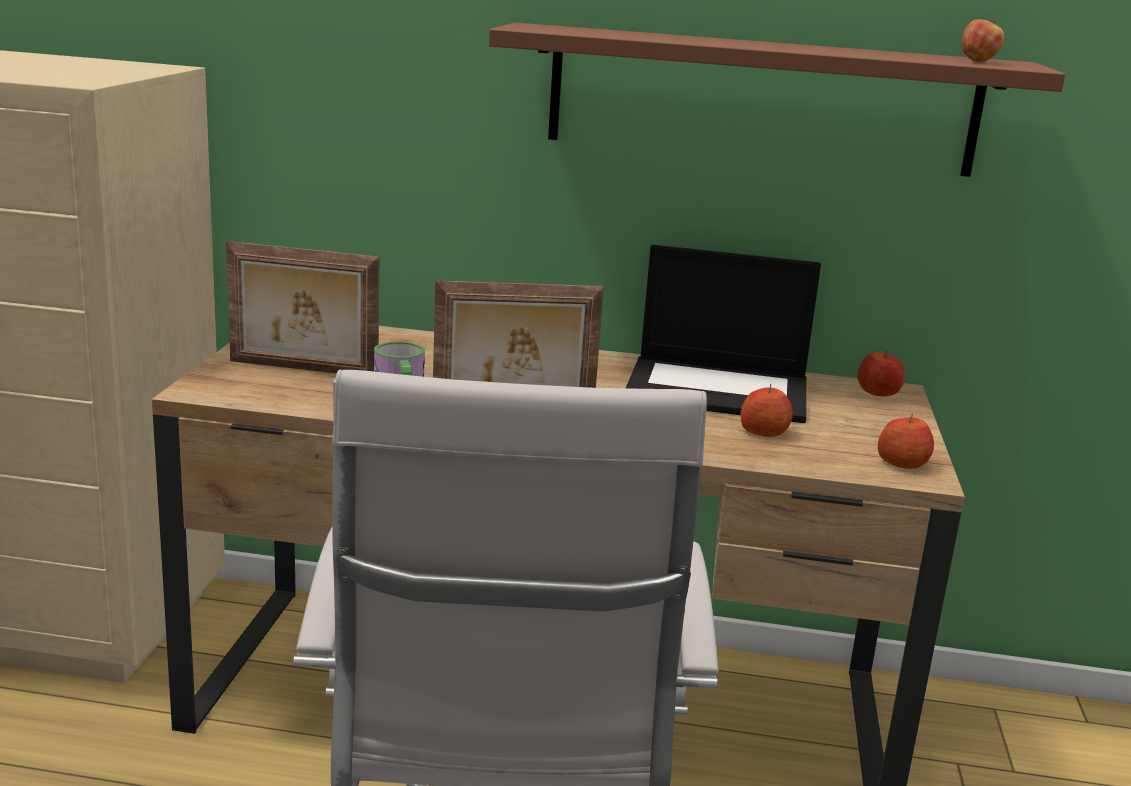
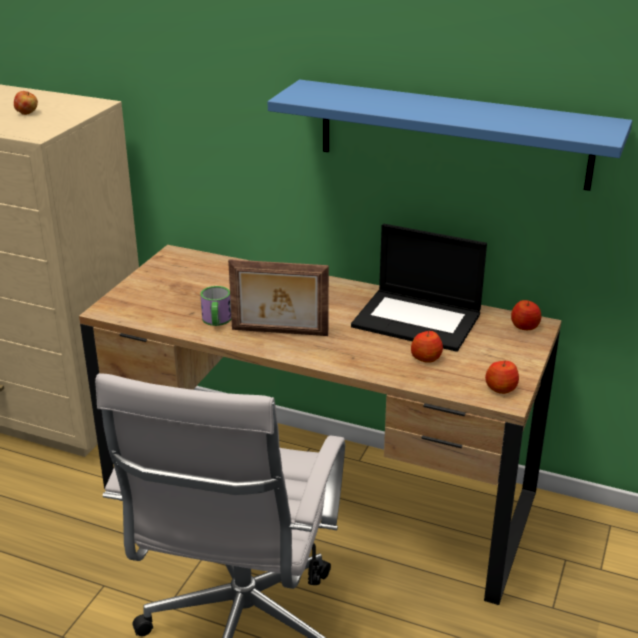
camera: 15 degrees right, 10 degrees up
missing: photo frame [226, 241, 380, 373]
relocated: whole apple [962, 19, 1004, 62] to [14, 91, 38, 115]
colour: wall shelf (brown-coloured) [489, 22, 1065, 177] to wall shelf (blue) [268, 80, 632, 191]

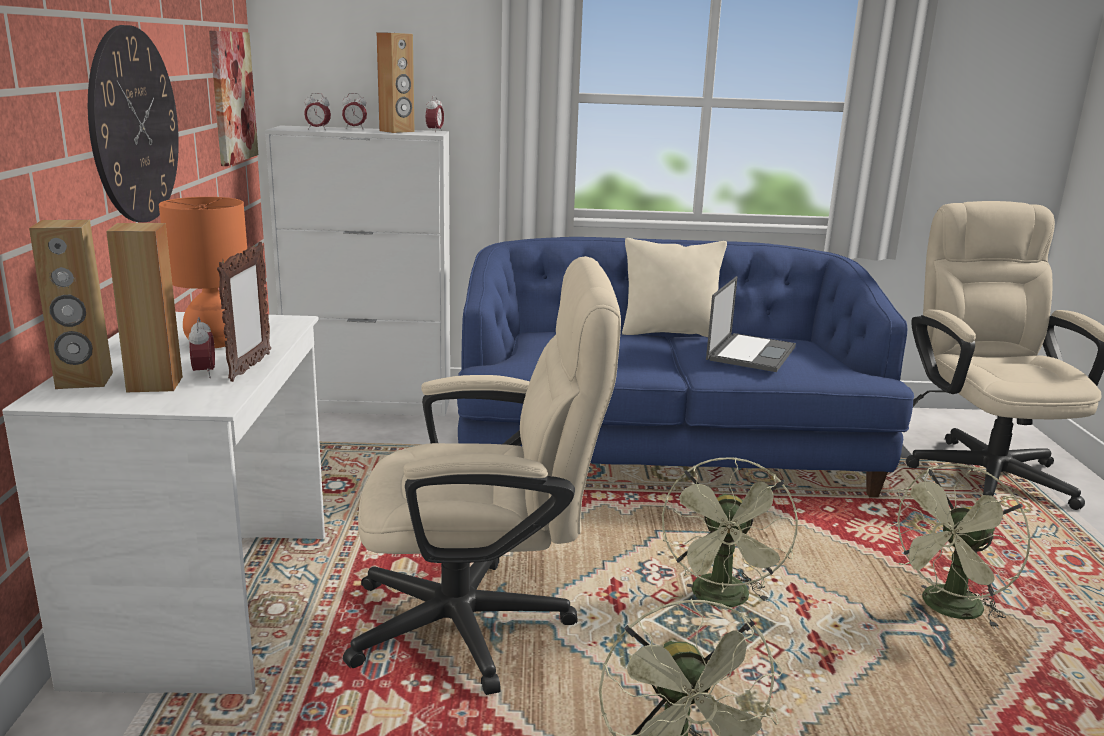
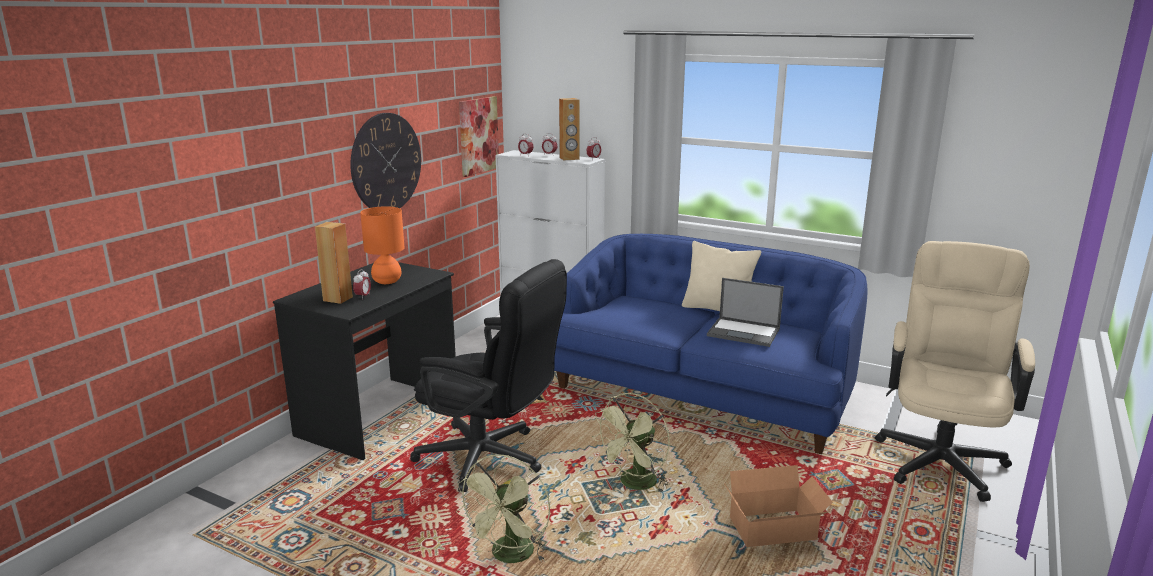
camera: 30 degrees right, 0 degrees up
missing: speaker (brown-coloured) [29, 220, 113, 389]; photo frame [217, 242, 271, 382]
exchanged: cooling fan (green-coloured) [887, 464, 1031, 629] to cardboard box [725, 465, 833, 547]
colour: desk unit (white-coloured) [2, 312, 325, 694] to desk unit (black-coloured) [273, 262, 456, 460]; computer chair (beige-coloured) [343, 256, 621, 695] to computer chair (black-coloured) [410, 259, 567, 492]
spun: laptop [706, 276, 796, 372] = [707, 278, 784, 347] 60 degrees clockwise

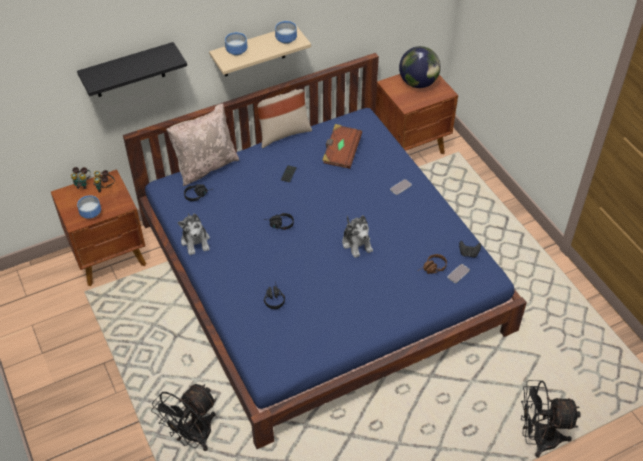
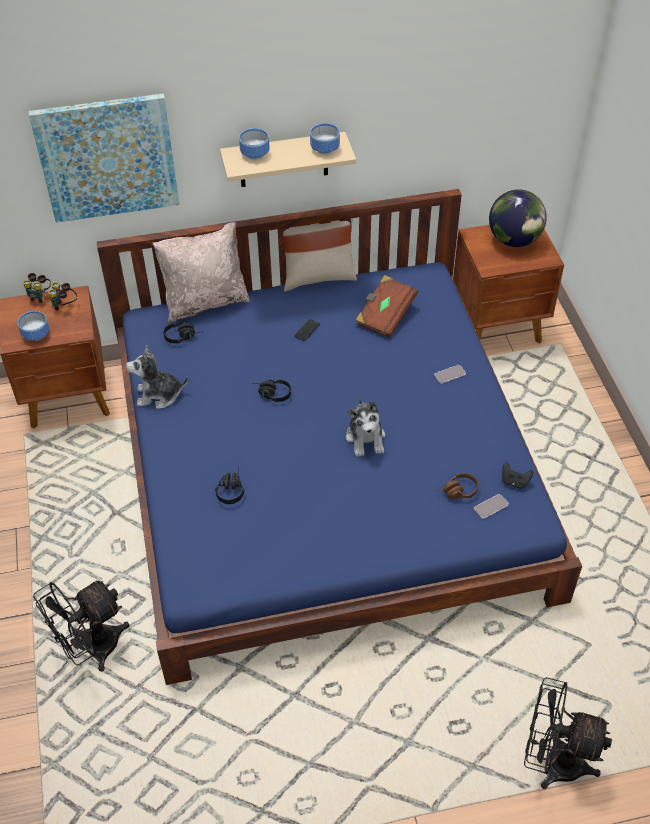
camera: 15 degrees right, 0 degrees up
exchanged: wall shelf (black-coloured) [77, 42, 187, 97] to wall picture [29, 94, 179, 223]
spun: cuddly toy [178, 213, 210, 255] = [126, 345, 188, 409] 90 degrees clockwise

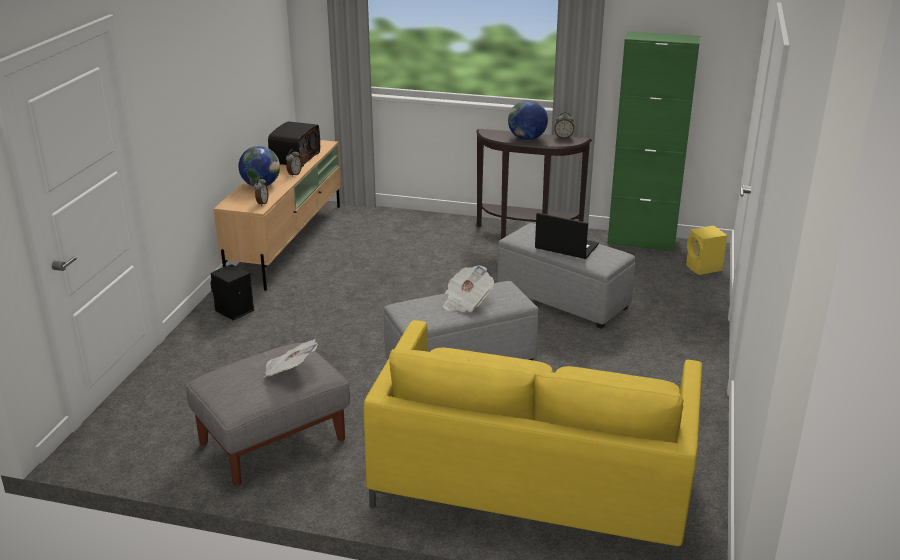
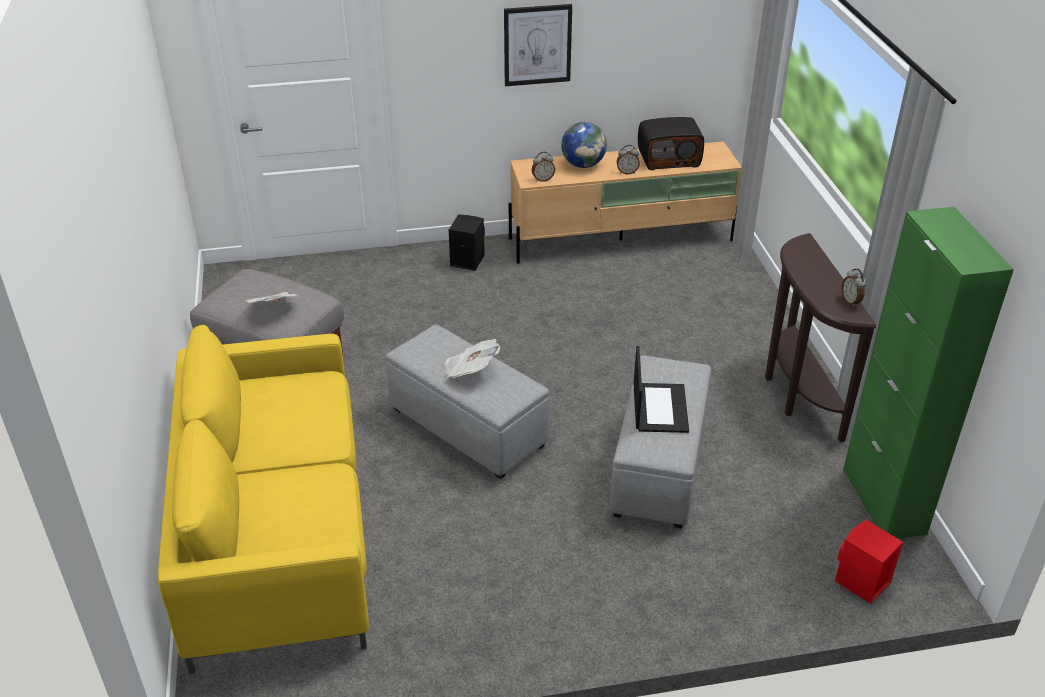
camera: 65 degrees right, 10 degrees up
missing: globe [508, 100, 548, 140]
appeared: wall picture [504, 4, 572, 86]
colour: speaker (yellow-coloured) [686, 226, 727, 275] to speaker (reddish) [835, 520, 903, 604]

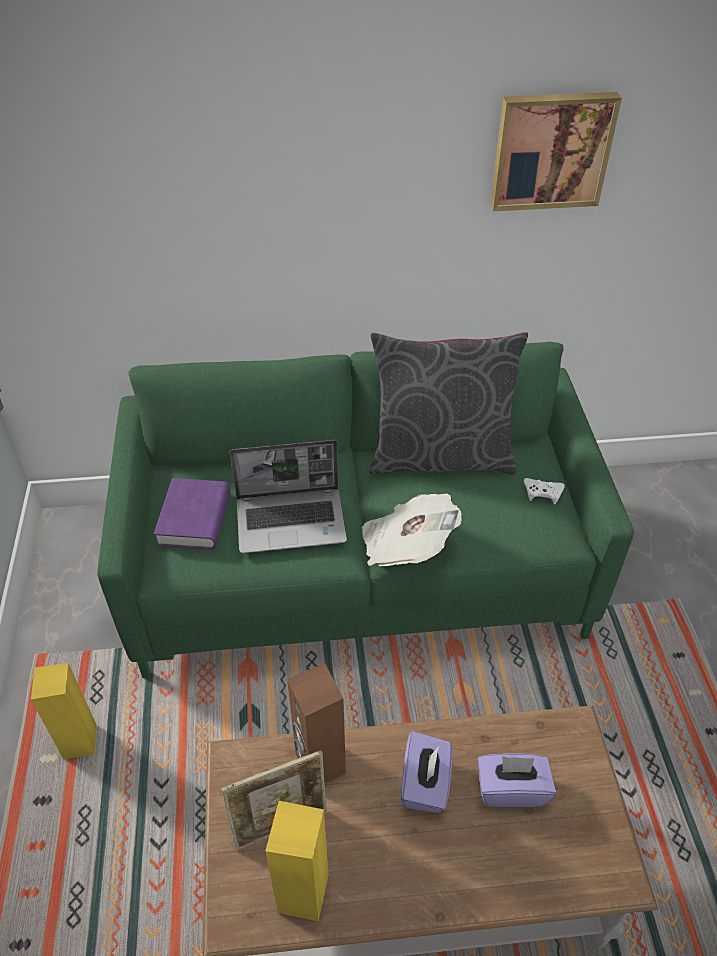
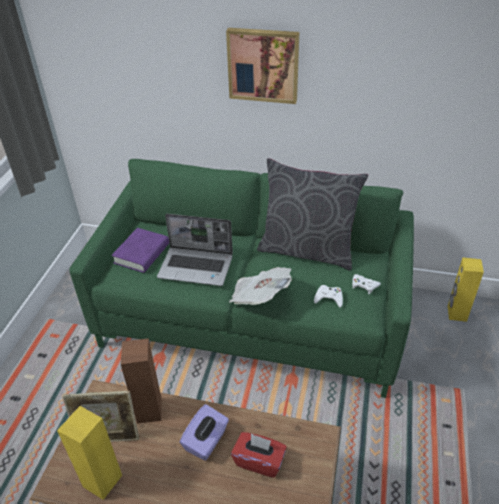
camera: 20 degrees right, 5 degrees down
appeared: joypad (white-coloured) [314, 285, 343, 308]
relocated: wall picture [490, 92, 622, 211] to [226, 28, 299, 104]; speaker (yellow-coloured) [31, 663, 96, 759] to [448, 257, 484, 322]
colour: tissue holder (purple-coloured) [477, 753, 556, 807] to tissue holder (reddish) [231, 432, 287, 478]

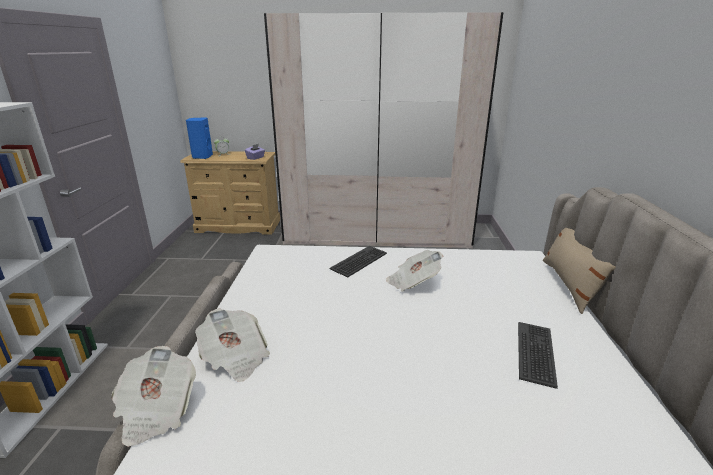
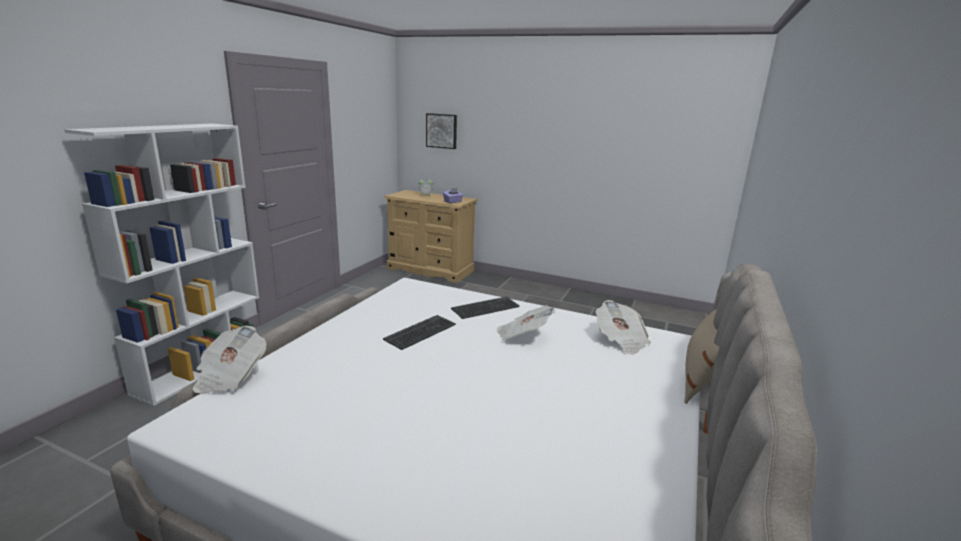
camera: 20 degrees right, 5 degrees down
missing: speaker (blue) [186, 118, 213, 159]; clothes cupboard (beige-coloured) [264, 12, 504, 249]
appeared: wall picture [426, 113, 457, 149]
relocated: PC keyboard [518, 322, 558, 389] to [383, 315, 456, 350]; printed paper [195, 308, 270, 382] to [596, 300, 651, 355]

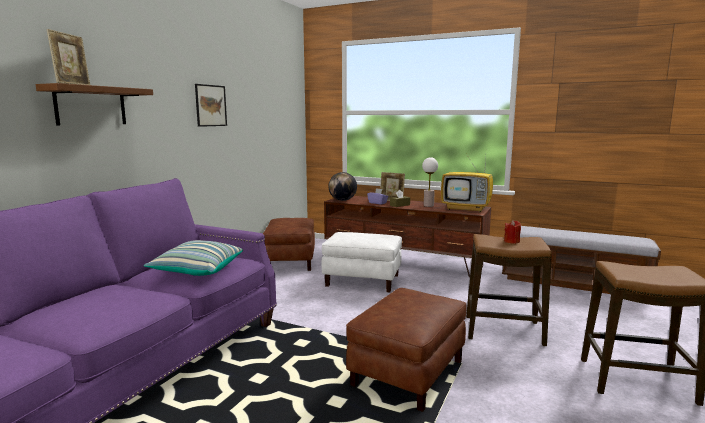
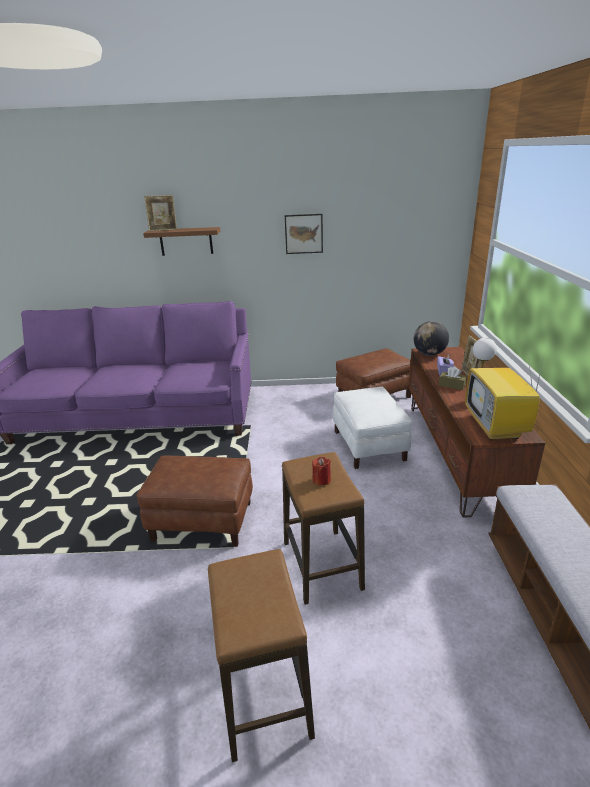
camera: 65 degrees right, 15 degrees up
missing: throw pillow [144, 240, 243, 276]

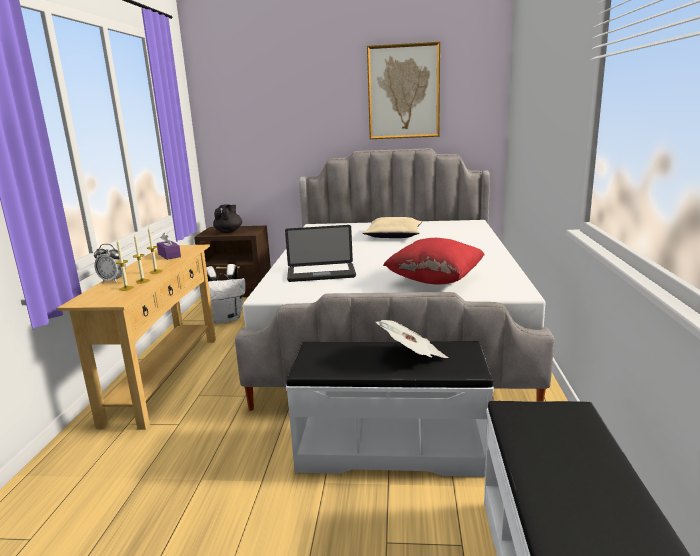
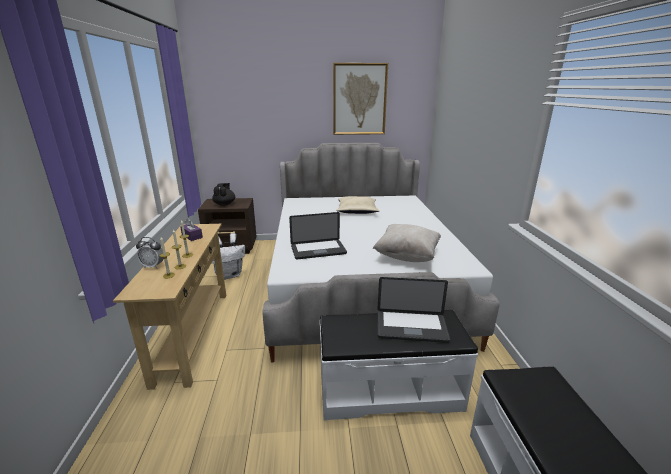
camera: 10 degrees left, 5 degrees up
exchanged: printed paper [376, 320, 448, 358] to laptop [378, 277, 450, 343]
colour: throw pillow (reddish) [383, 238, 485, 284] to throw pillow (beige-coloured) [372, 224, 441, 262]

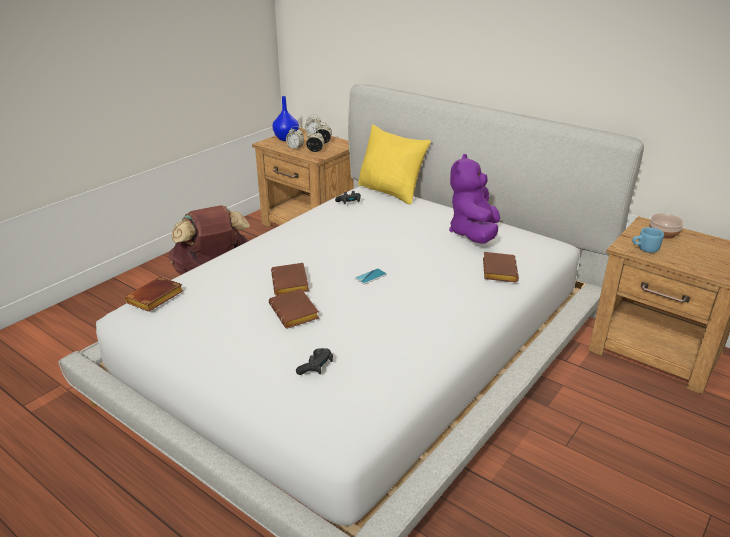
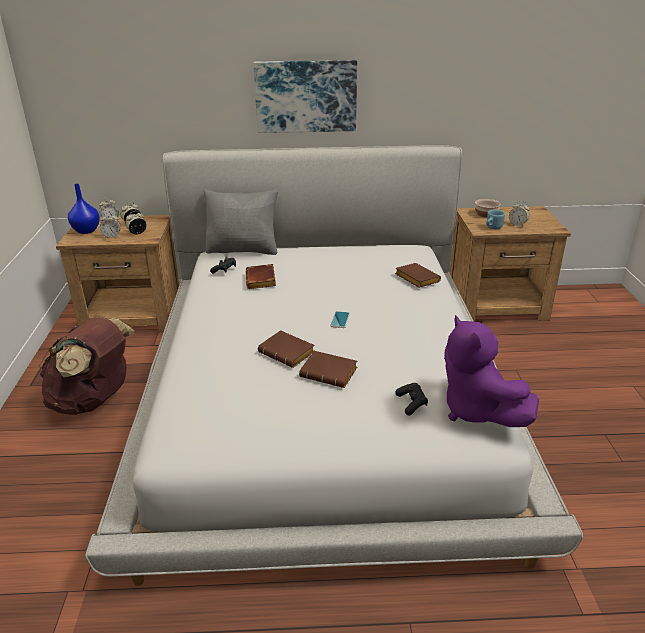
camera: 40 degrees left, 0 degrees up
appeared: wall picture [253, 60, 357, 133]; table clock [509, 201, 530, 226]
relocated: volume (brown-coloured) [124, 277, 184, 312] to [246, 264, 276, 289]; cuddly toy (purple-coloured) [449, 154, 500, 244] to [444, 315, 539, 427]
colour: throw pillow (yellow-coloured) [358, 125, 431, 204] to throw pillow (gray) [203, 189, 278, 255]

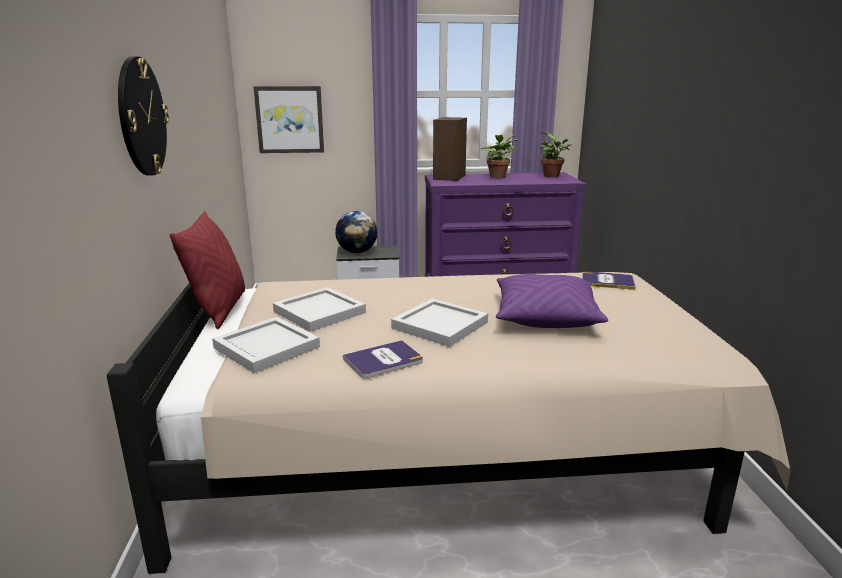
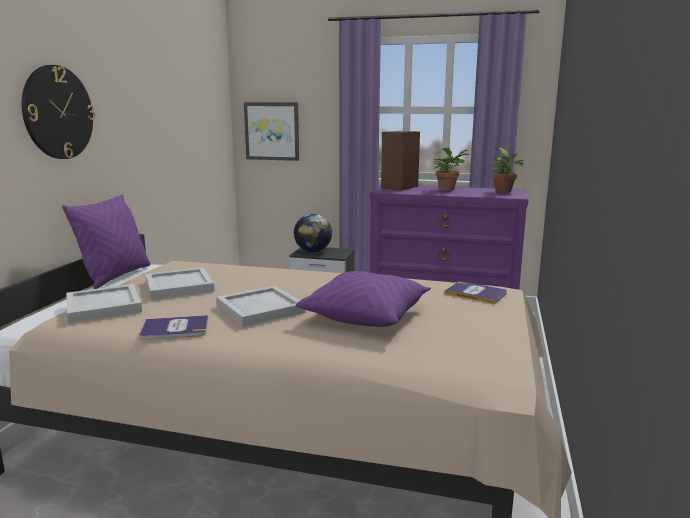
camera: 20 degrees right, 5 degrees down
colour: throw pillow (reddish) [170, 211, 245, 329] to throw pillow (purple-coloured) [62, 194, 151, 289]

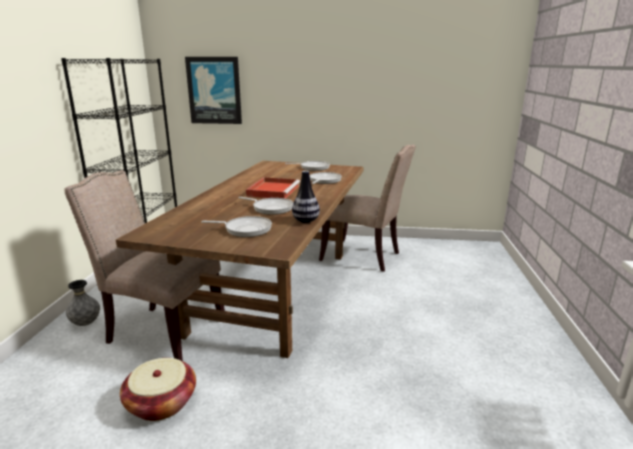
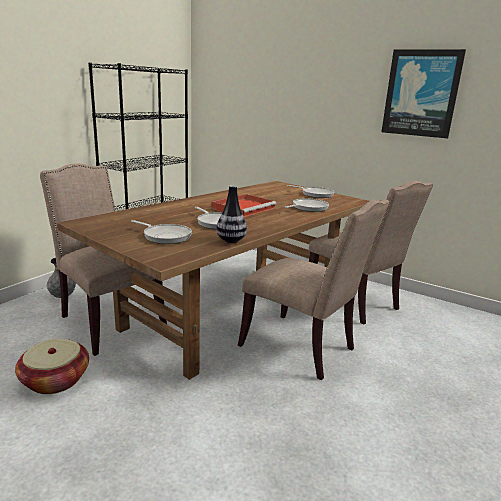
camera: 25 degrees right, 0 degrees up
appeared: chair (beige-coloured) [238, 199, 390, 380]
relocated: wall picture [185, 57, 242, 124] to [382, 49, 466, 138]

